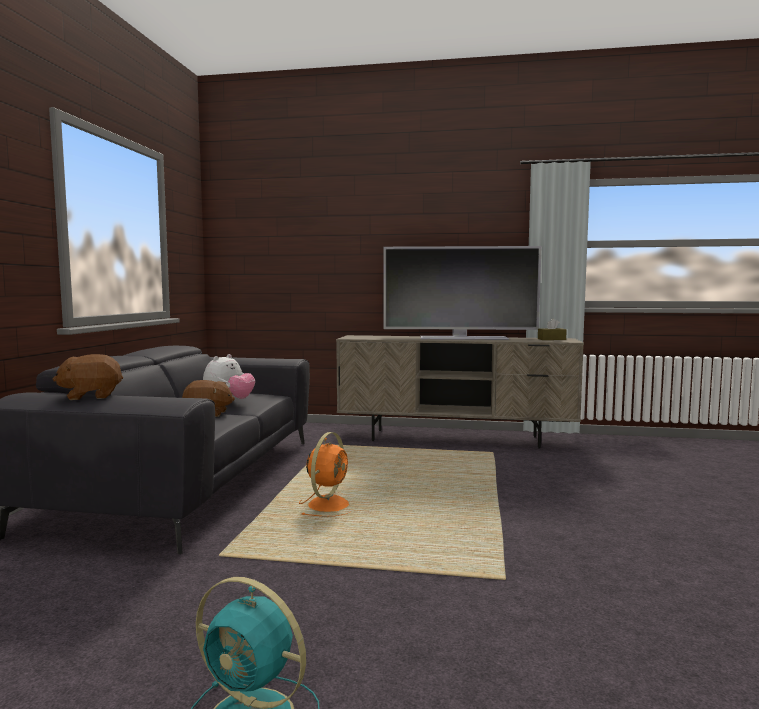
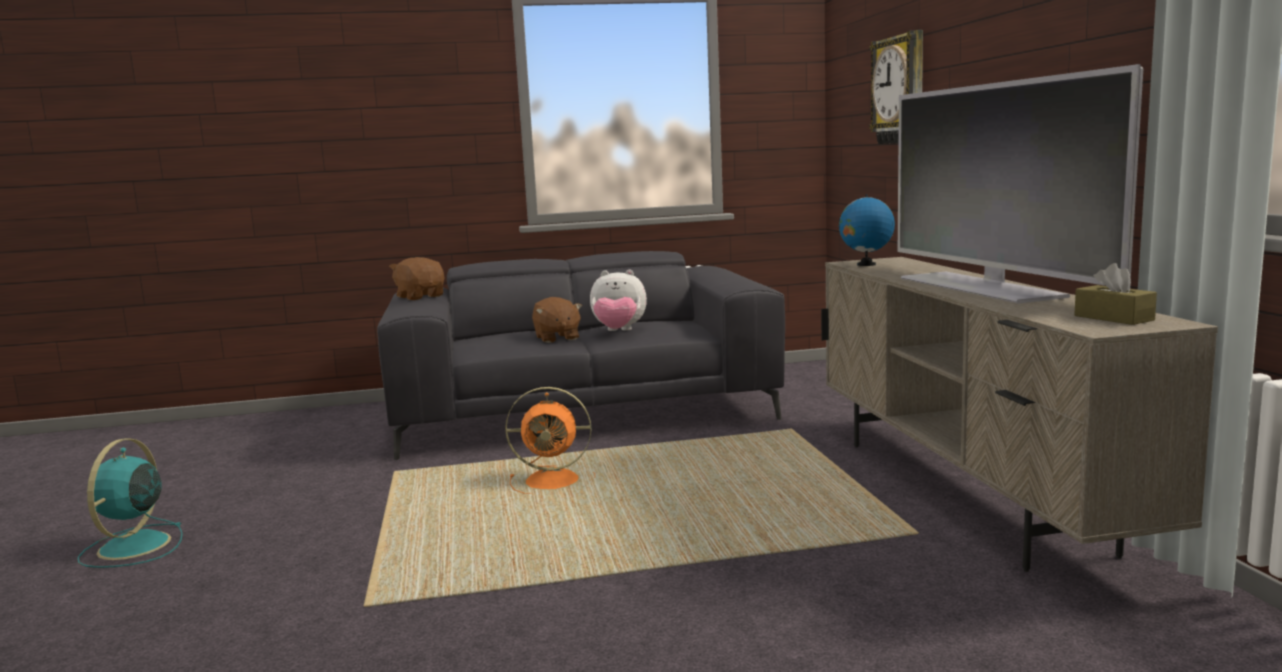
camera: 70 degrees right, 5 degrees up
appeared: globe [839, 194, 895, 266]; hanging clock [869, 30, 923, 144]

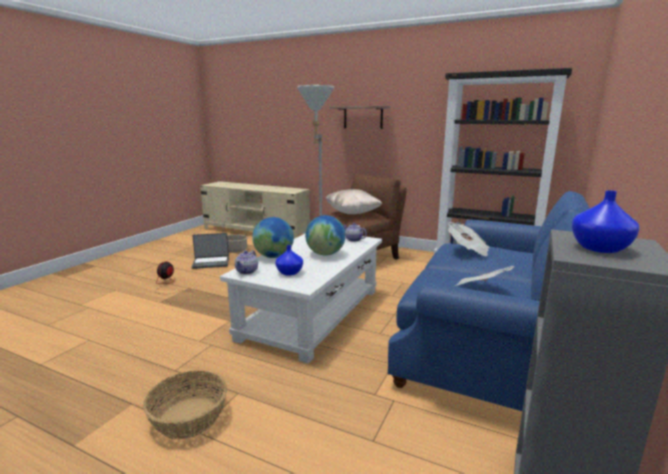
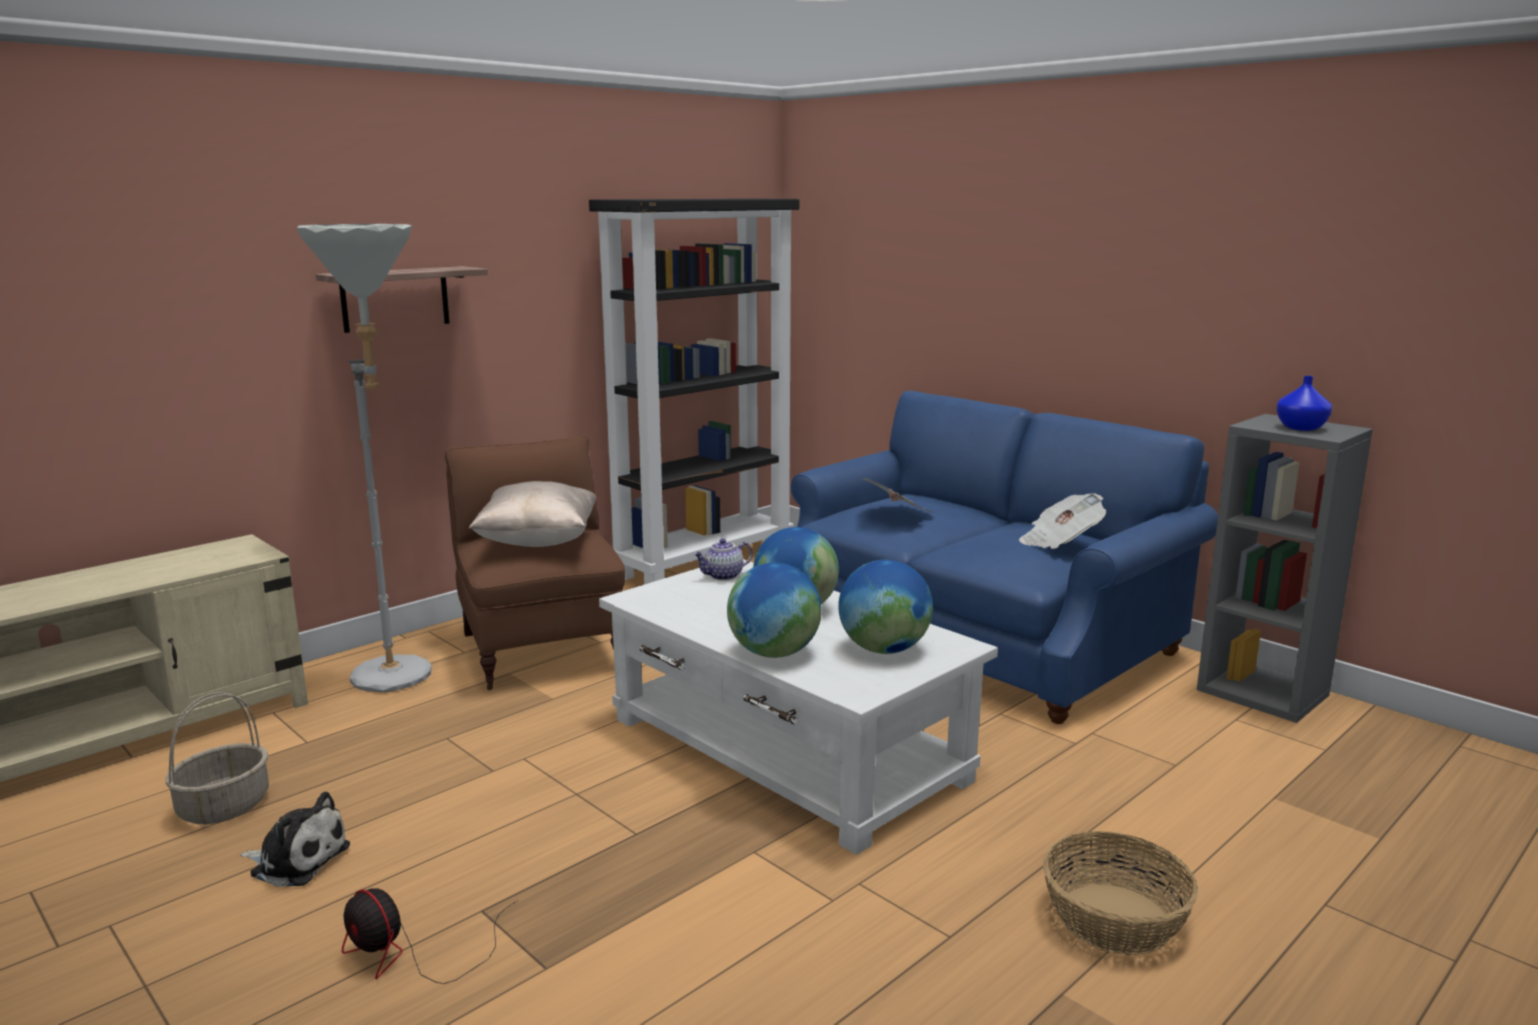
camera: 70 degrees left, 0 degrees up
missing: pot for tea [235, 250, 258, 274]
exchanged: laptop [192, 233, 229, 269] to cuddly toy [240, 792, 350, 887]; vase (blue) [275, 245, 303, 276] to globe [838, 560, 933, 654]

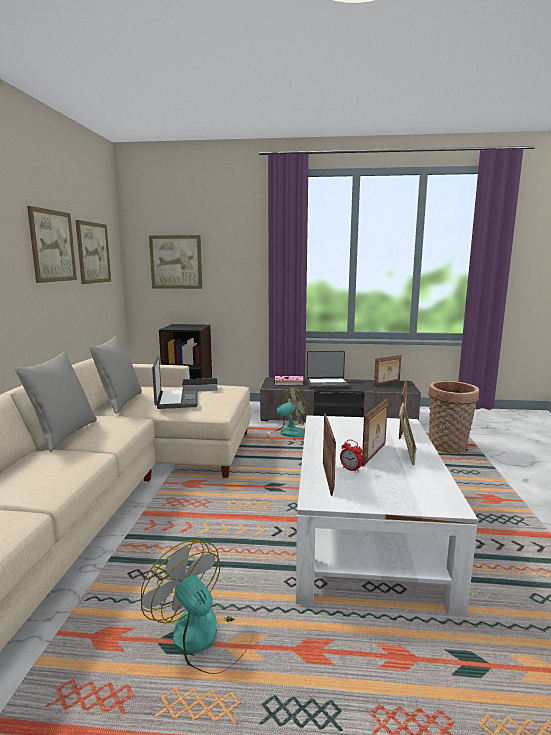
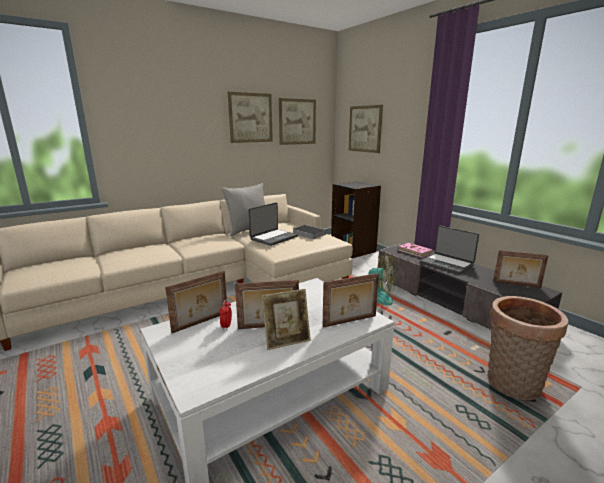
camera: 50 degrees right, 5 degrees up
missing: throw pillow (gray) [15, 352, 97, 452]; cooling fan [141, 540, 253, 674]

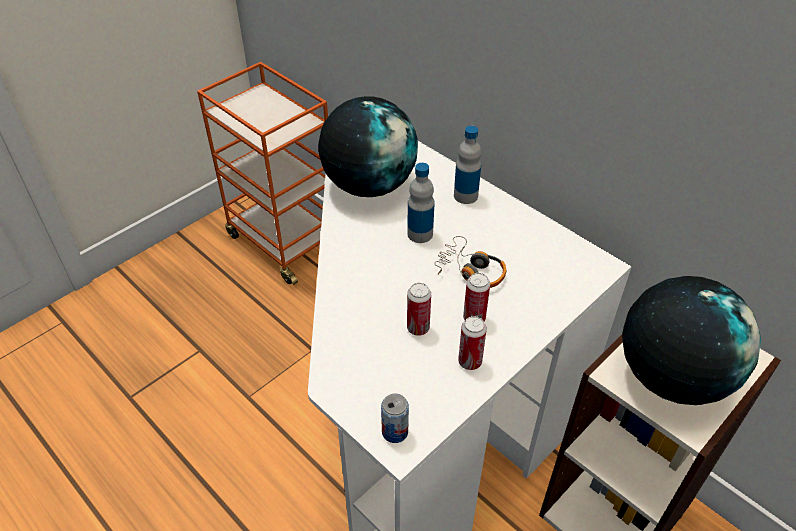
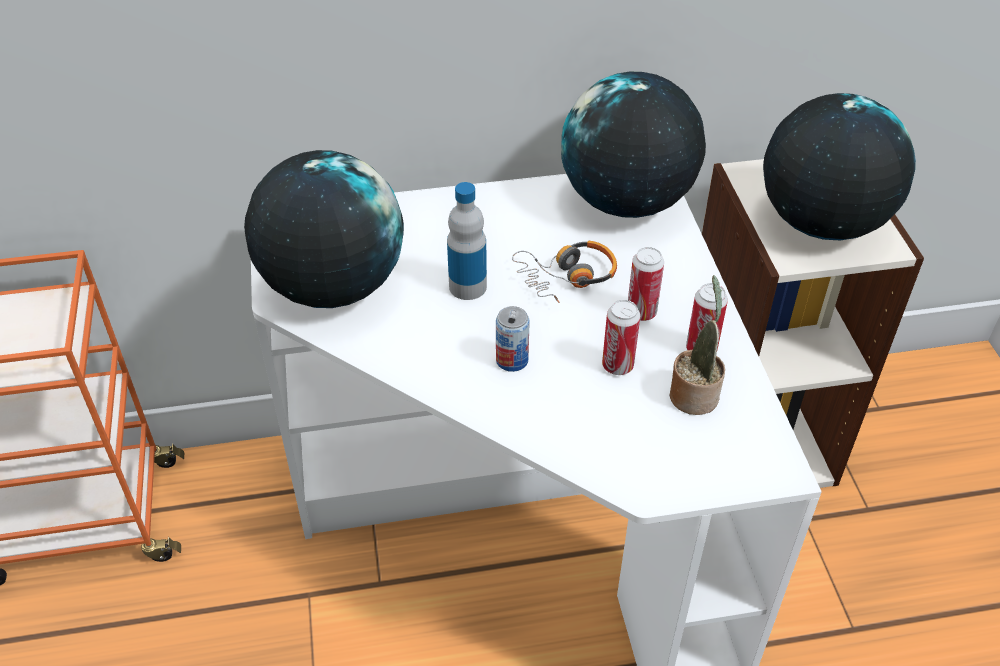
camera: 55 degrees left, 0 degrees up
missing: drink bottle [454, 125, 481, 204]
appeared: globe [561, 72, 706, 218]; potted plant [670, 275, 725, 415]
relocated: can [381, 394, 409, 443] to [496, 306, 530, 372]

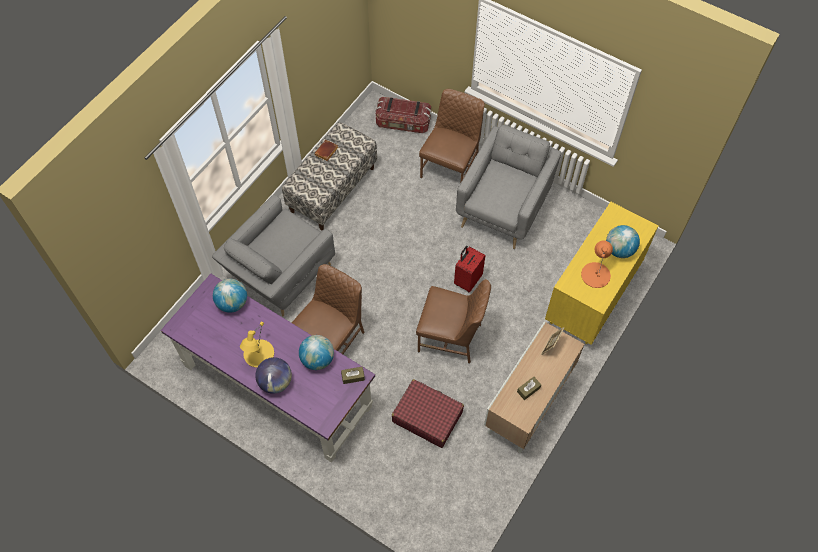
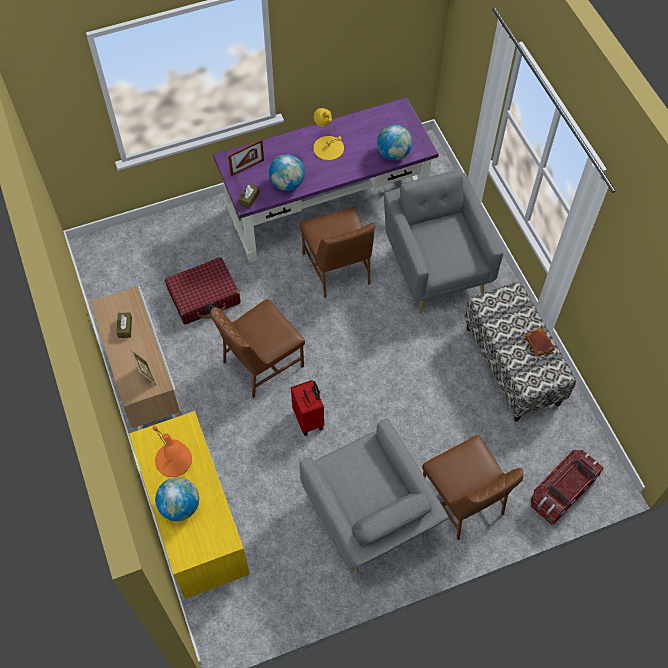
camera: 125 degrees right, 0 degrees up
missing: globe [255, 357, 292, 394]
appeared: photo frame [228, 139, 264, 176]

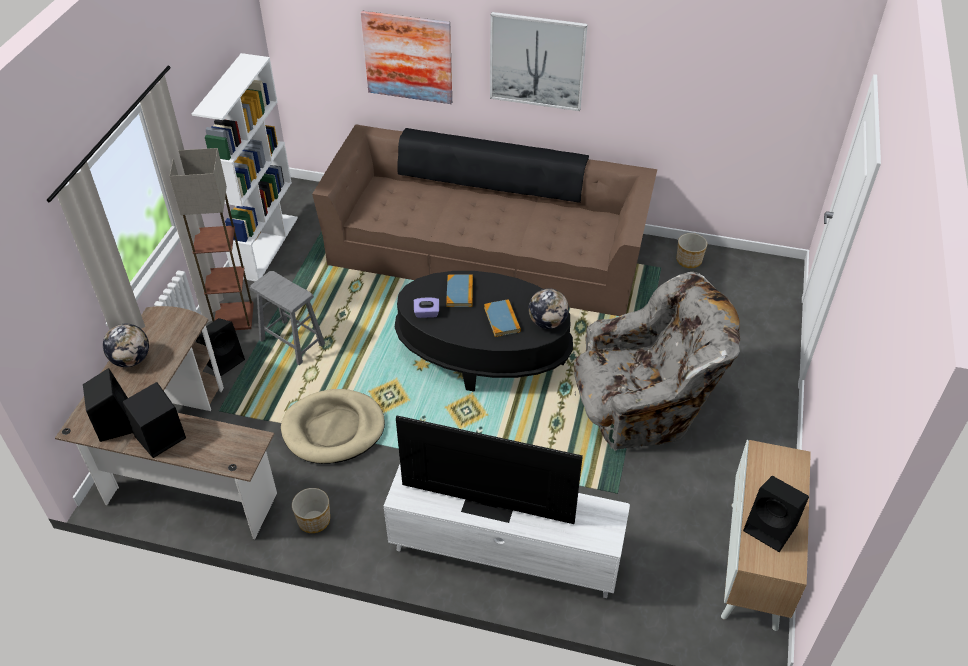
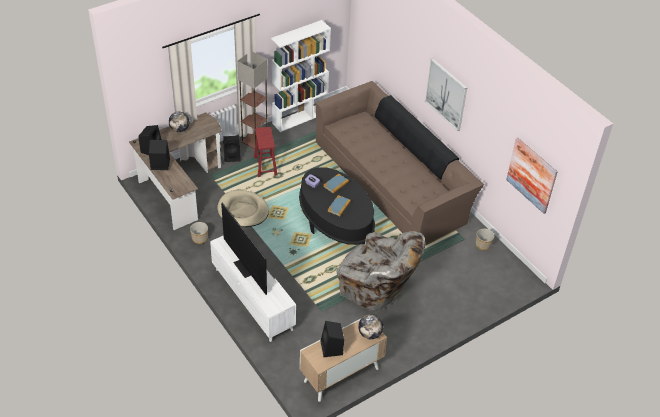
camera: 40 degrees right, 0 degrees up
relocated: globe [529, 288, 569, 329] to [358, 314, 383, 339]; wall picture [361, 11, 452, 104] to [506, 138, 557, 214]
colour: sitting stool (gray) [250, 271, 325, 365] to sitting stool (reddish) [254, 127, 278, 177]

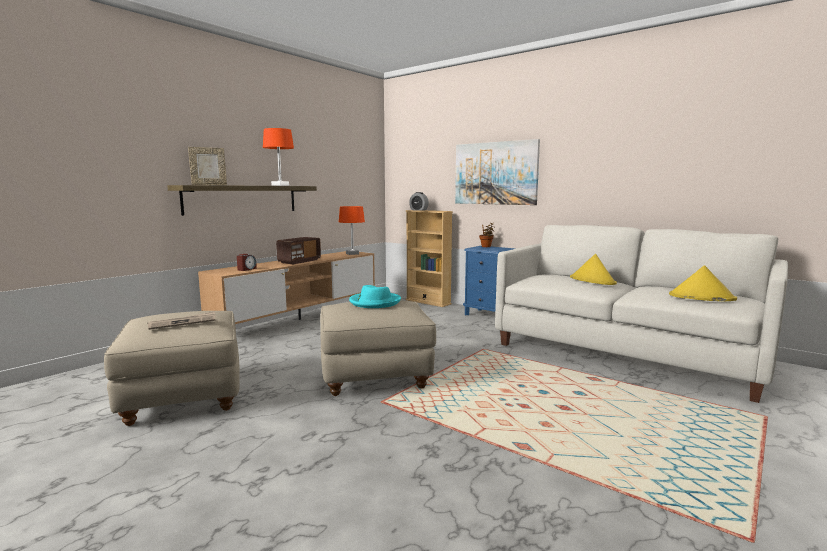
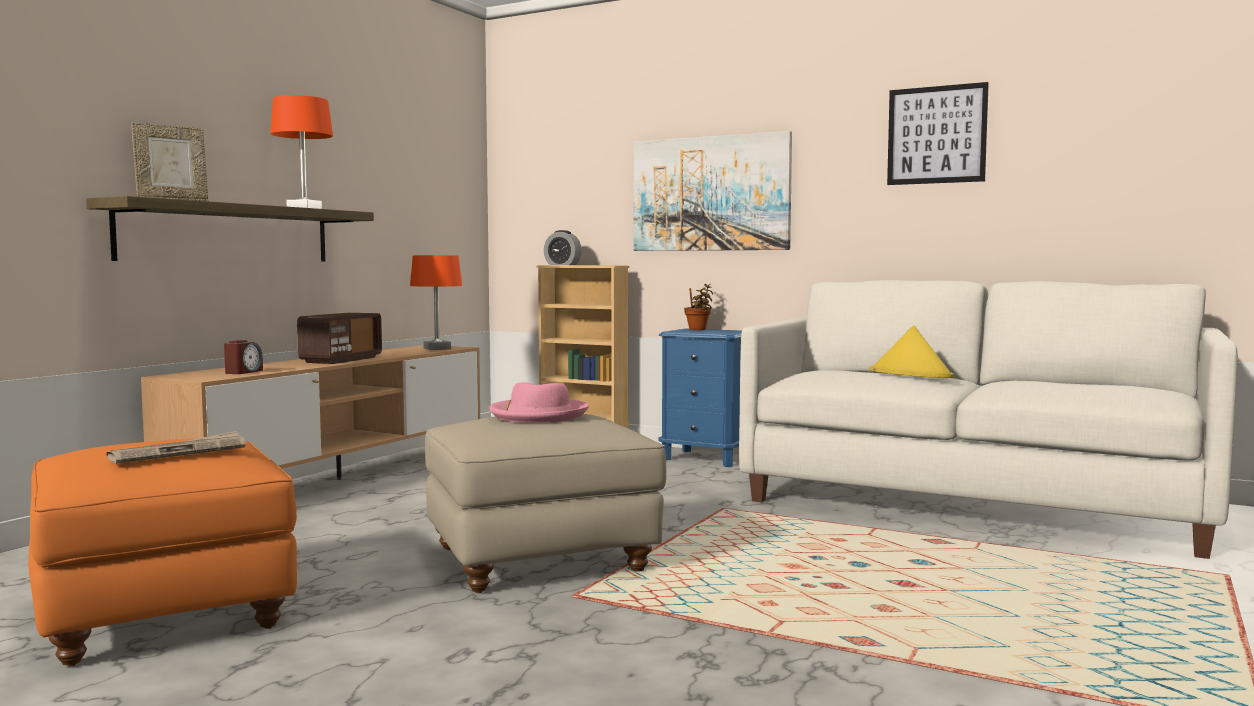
camera: 10 degrees left, 5 degrees down
missing: wearable hat (yellow-coloured) [669, 265, 737, 301]
appeared: wall picture [887, 82, 989, 185]
colour: ottoman (beige-coloured) [104, 311, 240, 426] to ottoman (orange-coloured) [28, 438, 297, 666]; wearable hat (turquoise) [349, 285, 401, 308] to wearable hat (pink) [489, 382, 589, 422]

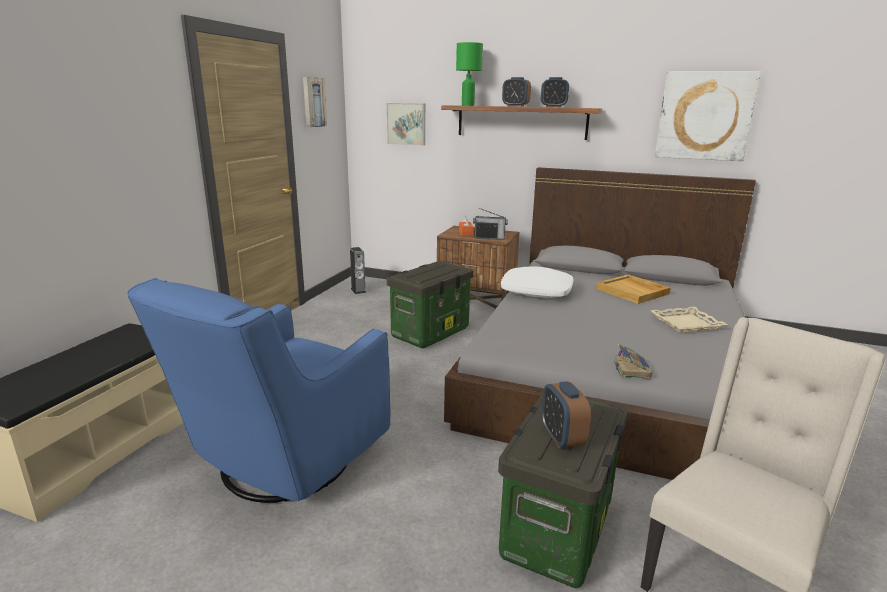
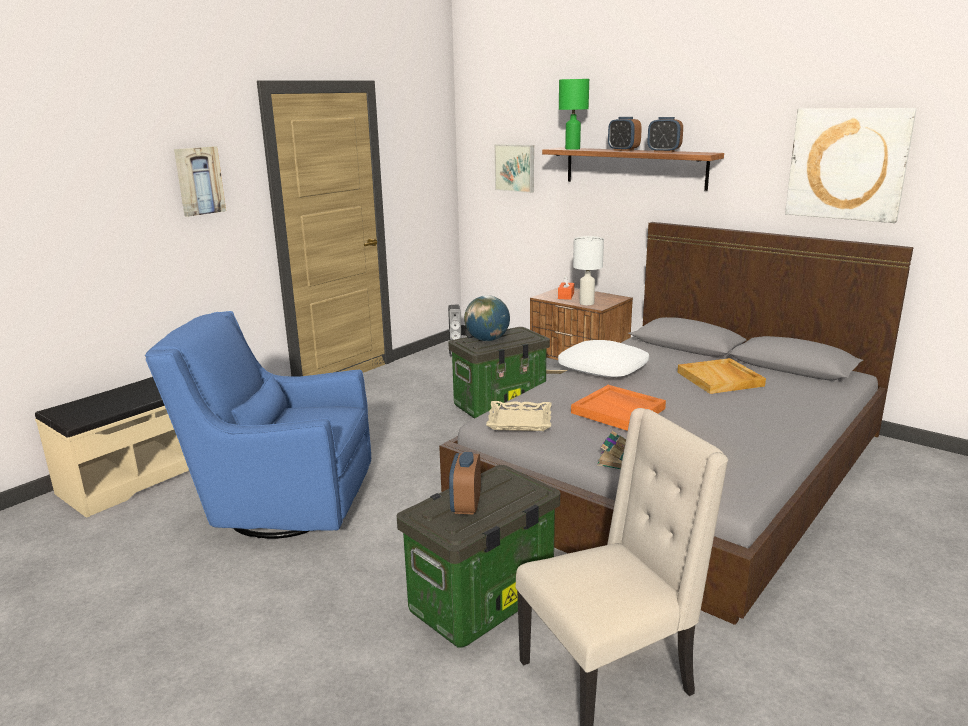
camera: 20 degrees right, 0 degrees up
appeared: globe [464, 295, 510, 341]; tray (orange-coloured) [571, 385, 666, 431]
relocated: wall picture [303, 77, 327, 127] to [174, 146, 226, 217]; tray (beige-coloured) [651, 307, 727, 333] to [486, 401, 552, 431]
exchanged: radio [473, 208, 508, 240] to tabletop lamp (white-coloured) [573, 236, 604, 305]
spun: armchair (blue) [127, 278, 390, 503] = [145, 311, 371, 539] 45 degrees clockwise

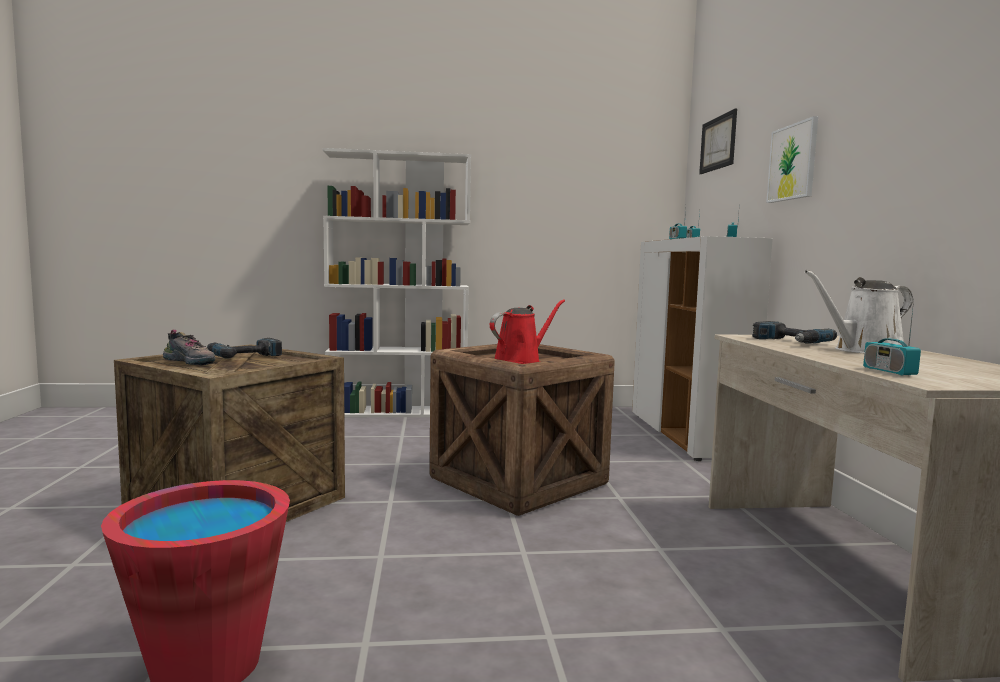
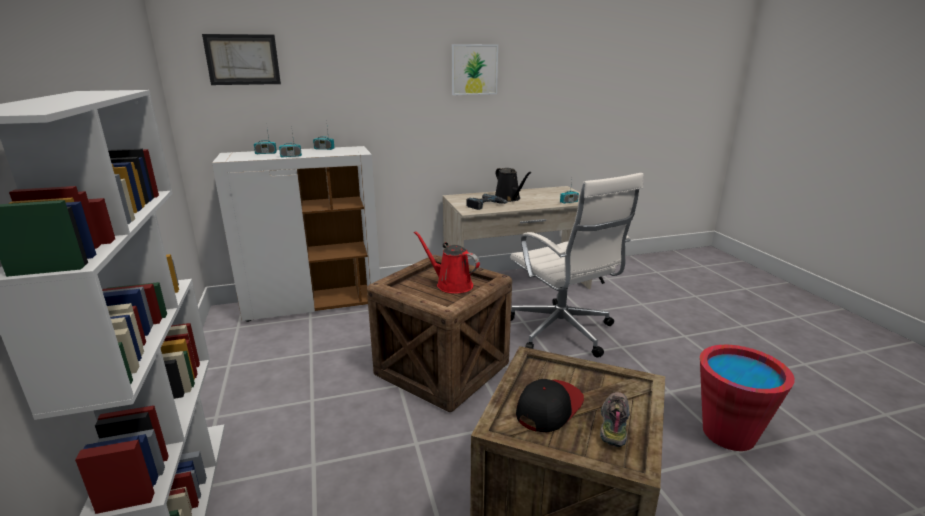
camera: 100 degrees left, 15 degrees up
appeared: computer chair (white-coloured) [510, 173, 644, 358]
relocated: wall picture [766, 116, 818, 203] to [452, 44, 498, 95]
exchanged: drill [207, 338, 282, 359] to baseball cap [516, 379, 584, 432]
colour: watering pot (white-coloured) [805, 270, 913, 353] to watering pot (black-coloured) [495, 168, 531, 202]

